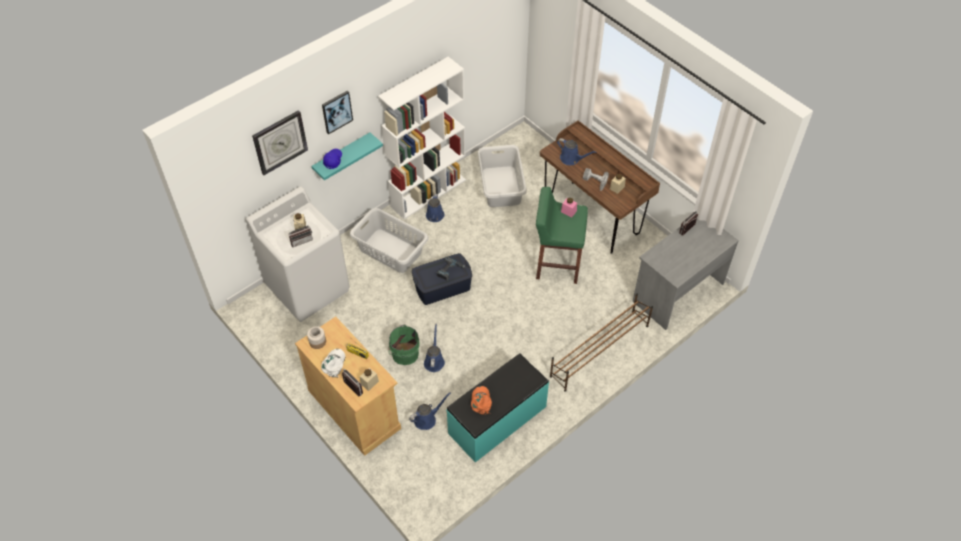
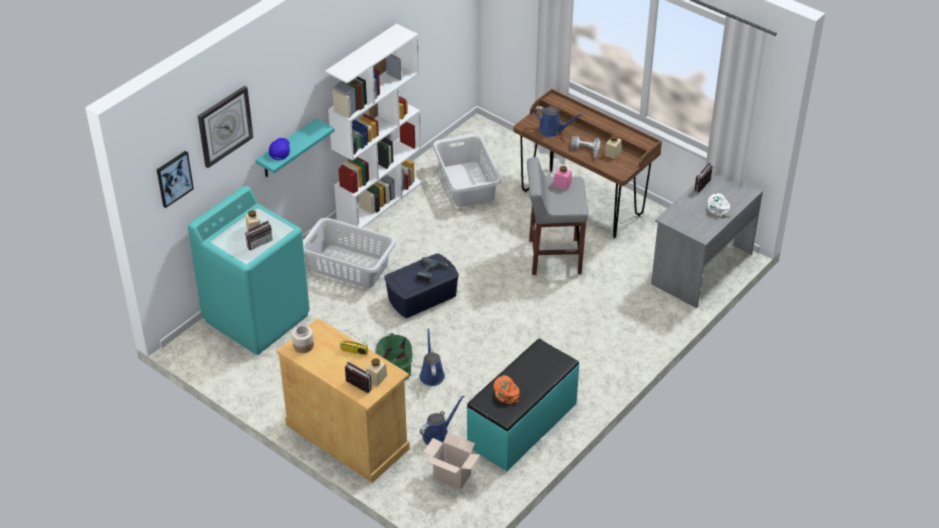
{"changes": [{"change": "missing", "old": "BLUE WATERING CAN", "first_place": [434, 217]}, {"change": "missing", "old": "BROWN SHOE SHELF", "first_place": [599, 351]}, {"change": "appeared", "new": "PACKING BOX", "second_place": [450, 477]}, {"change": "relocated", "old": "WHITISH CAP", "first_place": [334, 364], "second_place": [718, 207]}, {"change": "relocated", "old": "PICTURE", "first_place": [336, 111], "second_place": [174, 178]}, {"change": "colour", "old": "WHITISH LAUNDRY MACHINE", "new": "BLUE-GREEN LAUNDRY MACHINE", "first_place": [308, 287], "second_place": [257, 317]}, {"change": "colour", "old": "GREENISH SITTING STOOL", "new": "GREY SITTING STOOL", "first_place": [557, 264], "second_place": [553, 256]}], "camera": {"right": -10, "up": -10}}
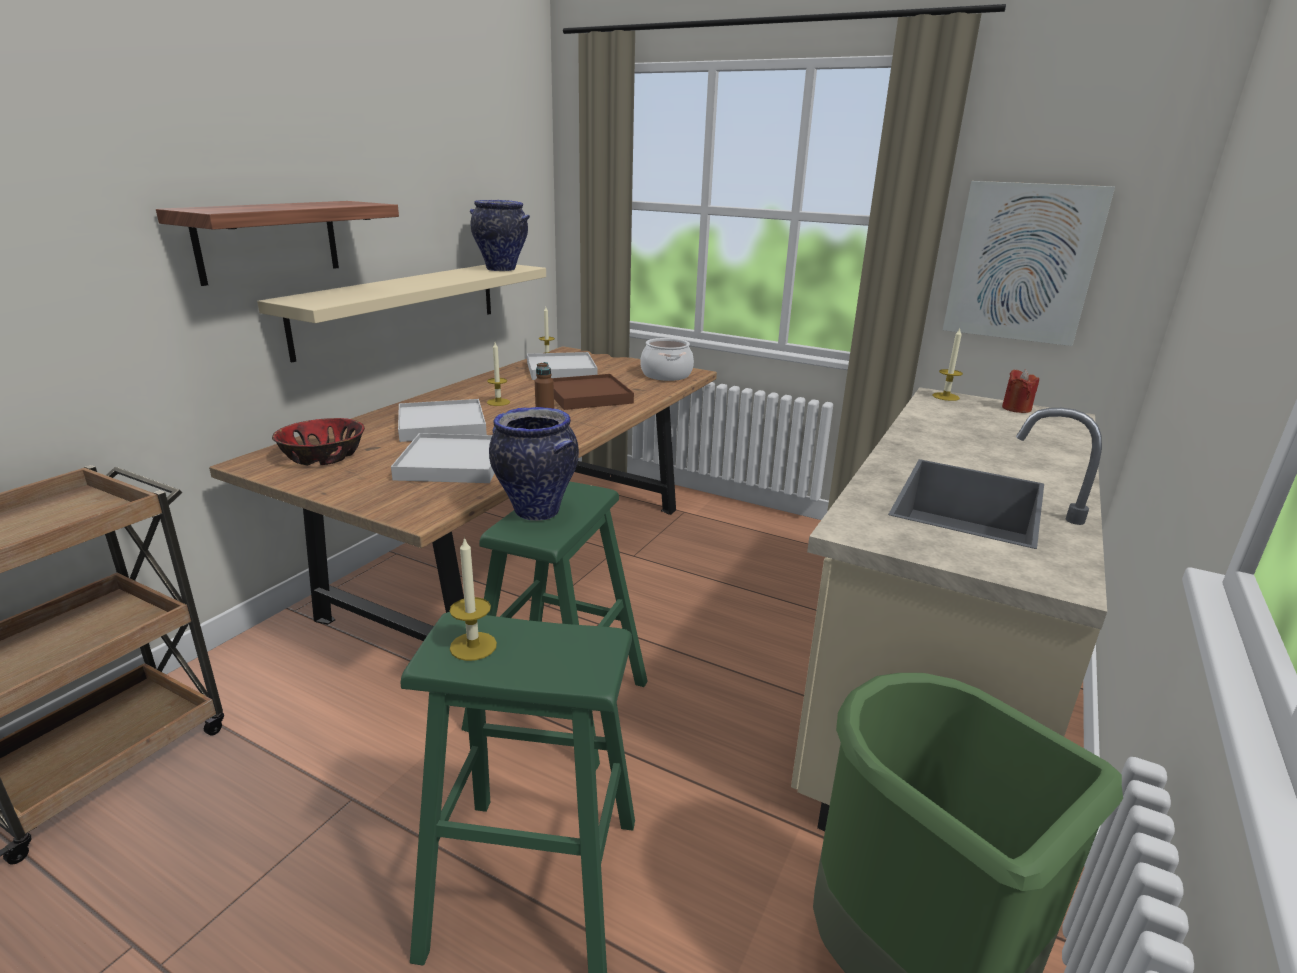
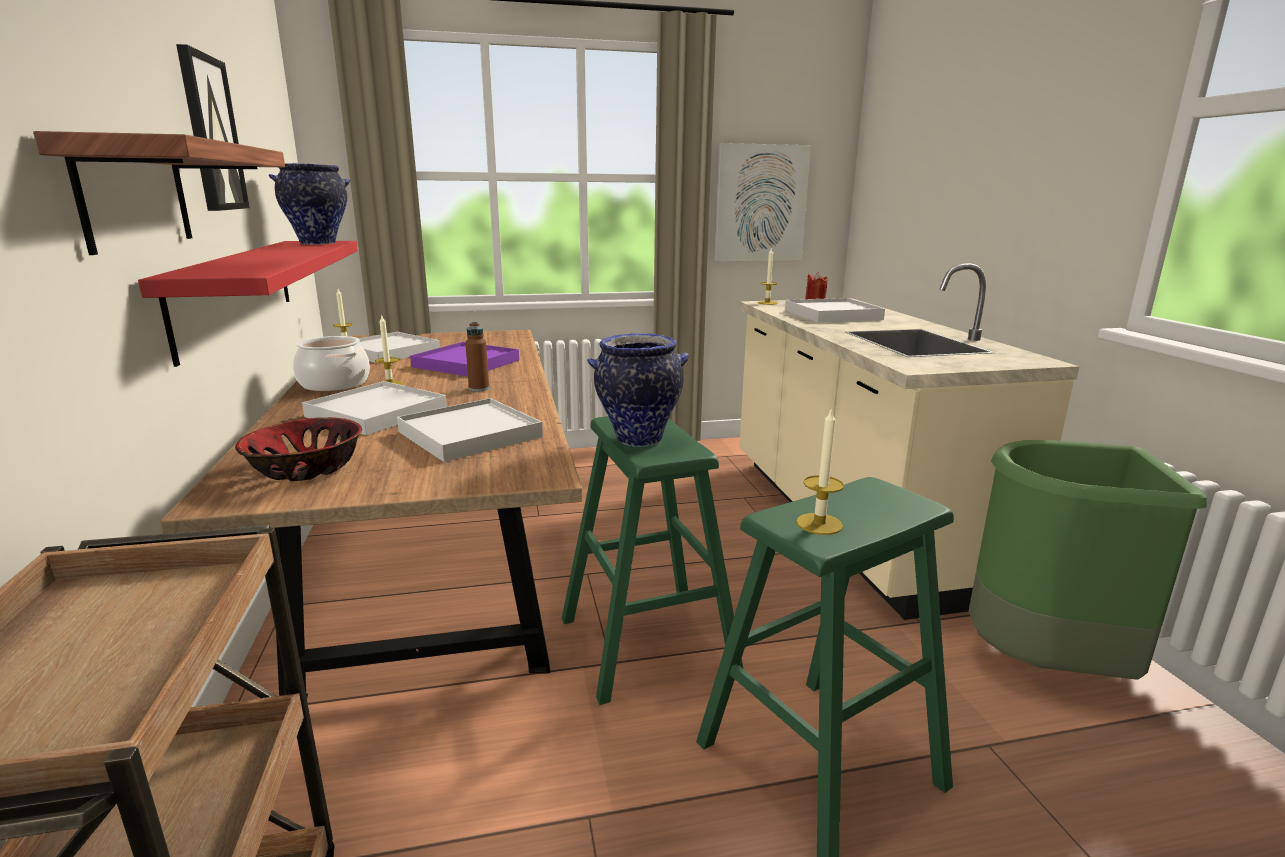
{"changes": [{"change": "appeared", "new": "PICTURE", "second_place": [211, 134]}, {"change": "appeared", "new": "WHITISH TRAY", "second_place": [832, 315]}, {"change": "relocated", "old": "STOCKPOT", "first_place": [666, 375], "second_place": [335, 384]}, {"change": "colour", "old": "BEIGE-COLOURED SHELF", "new": "RED SHELF", "first_place": [401, 306], "second_place": [236, 291]}, {"change": "colour", "old": "BROWN TRAY", "new": "PURPLISH TRAY", "first_place": [588, 396], "second_place": [466, 363]}], "camera": {"right": -40, "up": -5}}
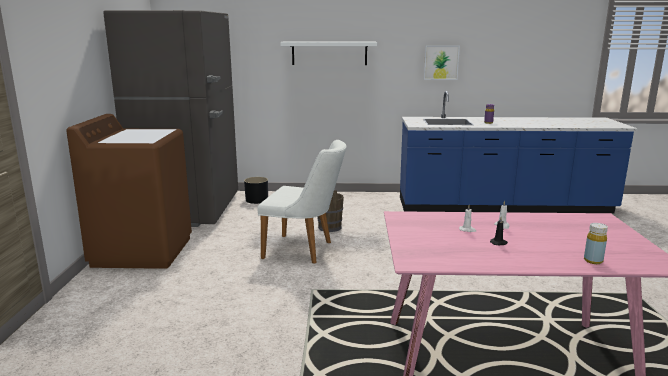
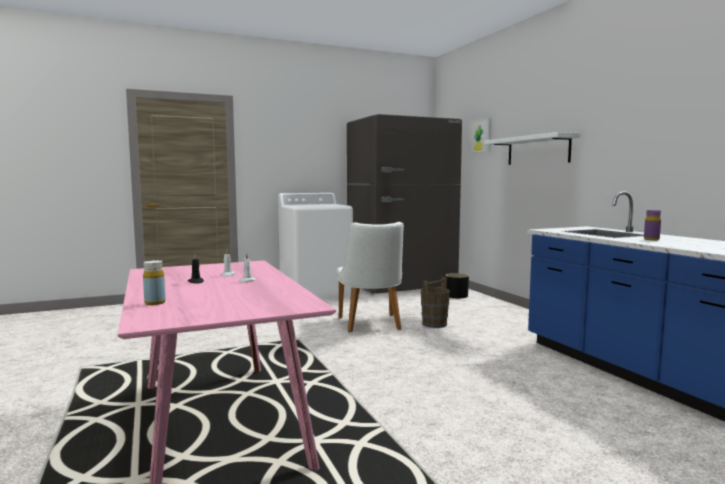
{"changes": [{"change": "relocated", "old": "PICTURE", "first_place": [441, 62], "second_place": [480, 135]}, {"change": "colour", "old": "BROWN LAUNDRY MACHINE", "new": "WHITISH LAUNDRY MACHINE", "first_place": [143, 251], "second_place": [316, 293]}], "camera": {"right": 65, "up": -10}}
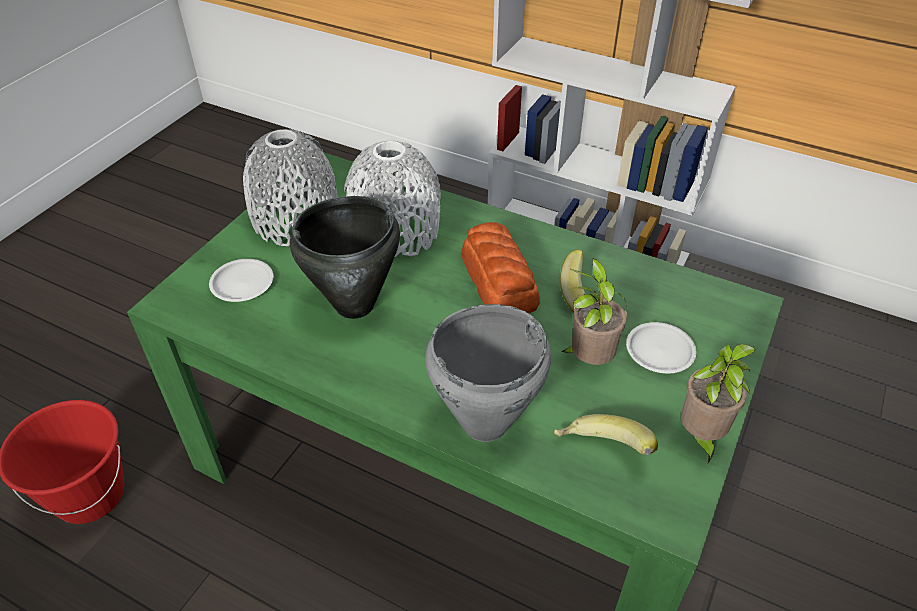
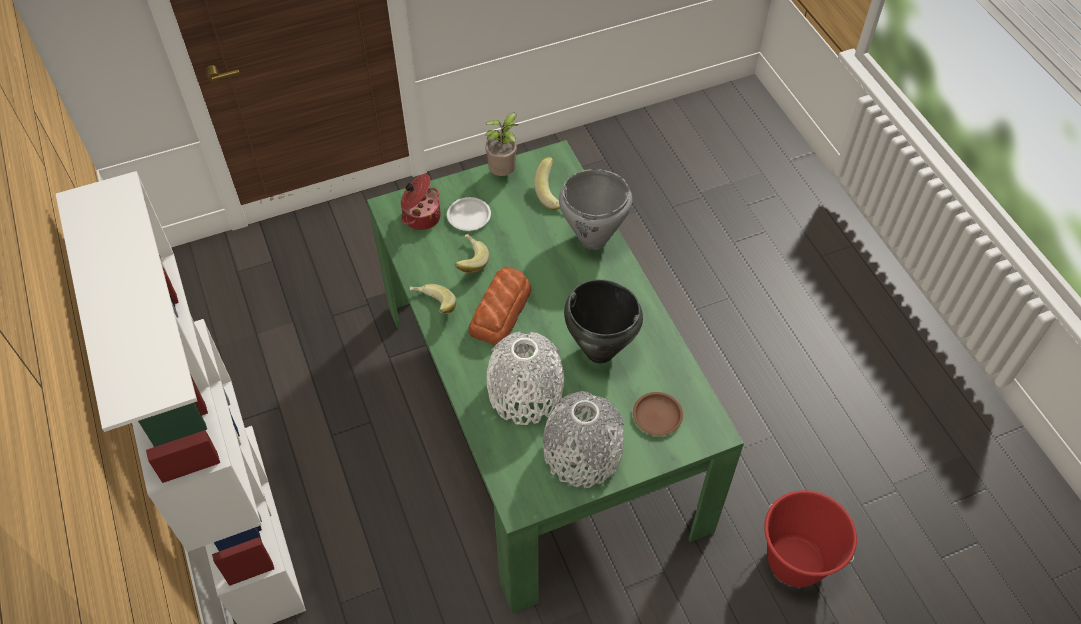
{"changes": [{"change": "missing", "old": "PLANT IN A POT", "first_place": [588, 360]}, {"change": "appeared", "new": "STOCKPOT", "second_place": [420, 216]}, {"change": "appeared", "new": "BANANA FRUIT", "second_place": [432, 307]}, {"change": "colour", "old": "WHITISH FLAT DISH", "new": "BROWN FLAT DISH", "first_place": [242, 284], "second_place": [657, 415]}], "camera": {"right": -140, "up": 10}}
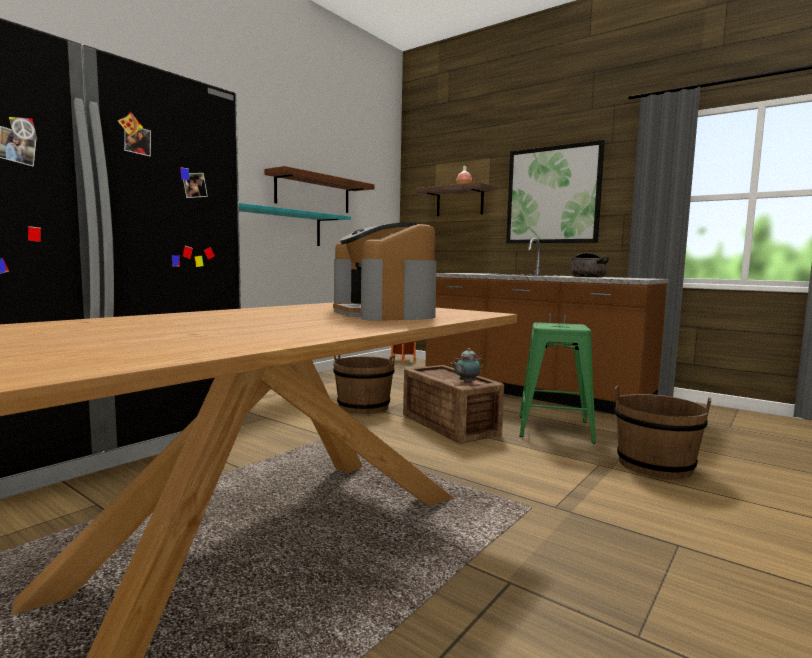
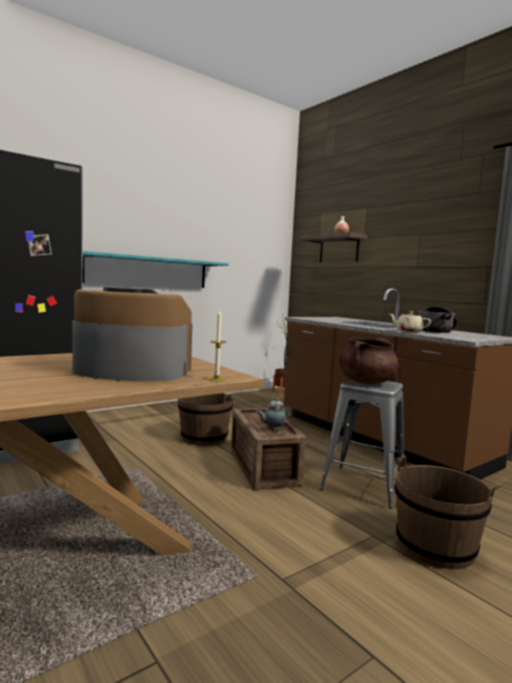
{"changes": [{"change": "missing", "old": "SHELF", "first_place": [313, 193]}, {"change": "missing", "old": "PICTURE", "first_place": [553, 195]}, {"change": "appeared", "new": "WAX CANDLE", "second_place": [216, 379]}, {"change": "appeared", "new": "BROWN STOCKPOT", "second_place": [366, 382]}, {"change": "appeared", "new": "BEIGE-COLOURED POT FOR TEA", "second_place": [408, 331]}, {"change": "colour", "old": "GREENISH SITTING STOOL", "new": "GREY SITTING STOOL", "first_place": [554, 429], "second_place": [363, 485]}, {"change": "spun", "old": "COFFEE MAKER", "first_place": [384, 313], "second_place": [131, 371], "degrees": 105}], "camera": {"right": 15, "up": 0}}
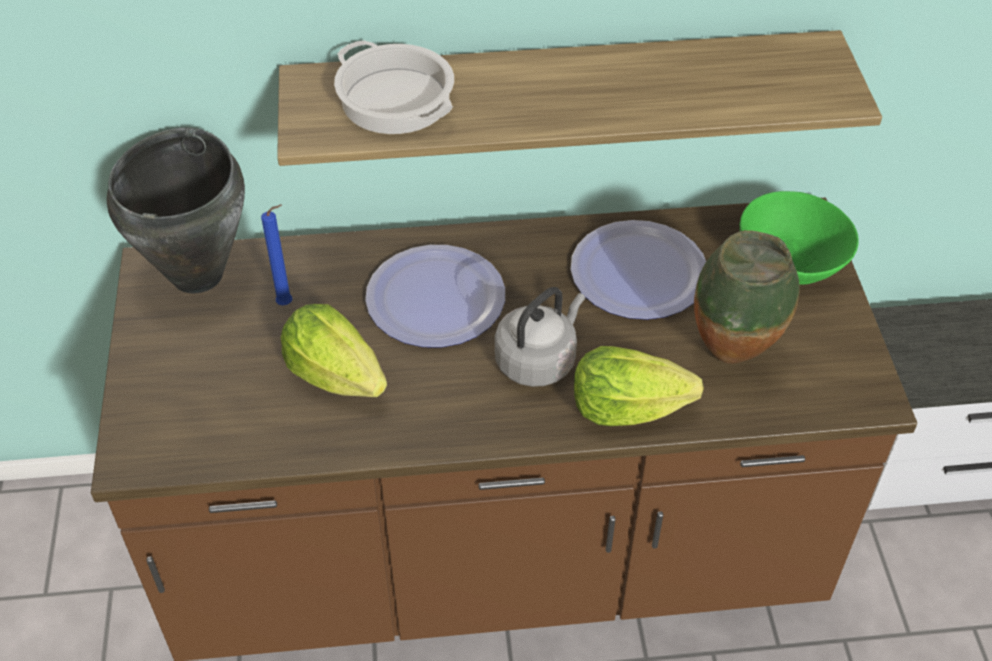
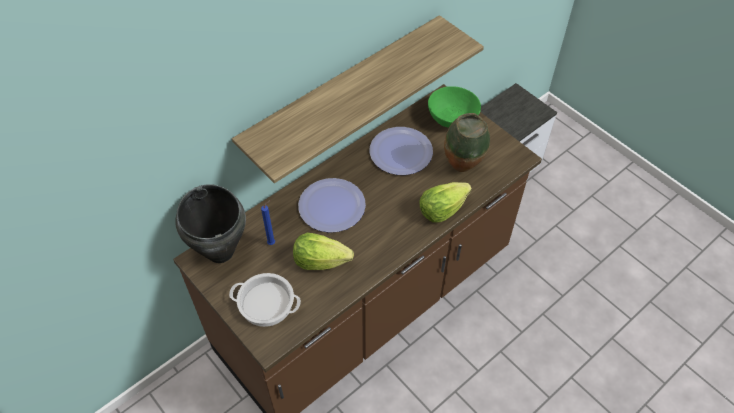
{"changes": [{"change": "missing", "old": "GREY WATER KETTLE", "first_place": [538, 360]}, {"change": "relocated", "old": "STOCKPOT", "first_place": [397, 100], "second_place": [267, 303]}], "camera": {"right": -35, "up": 5}}
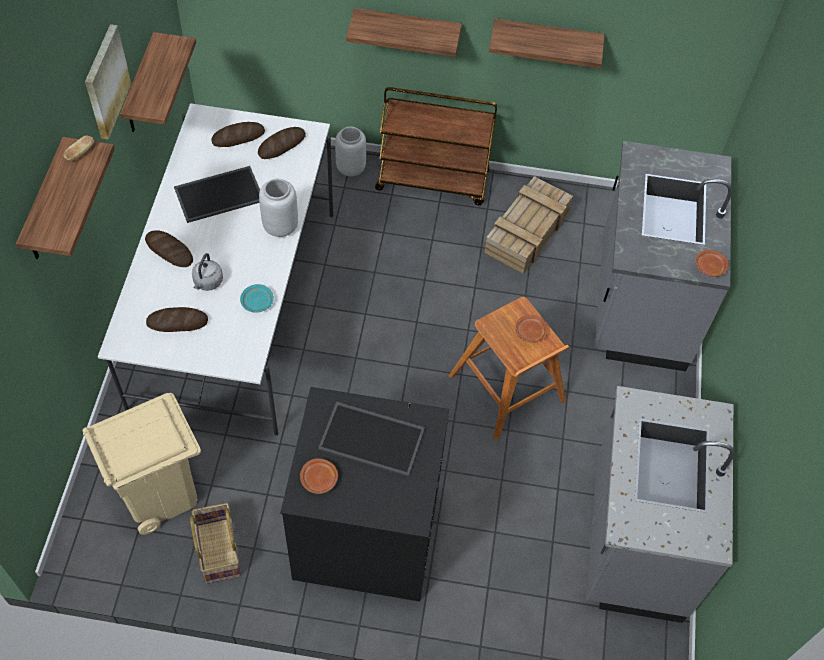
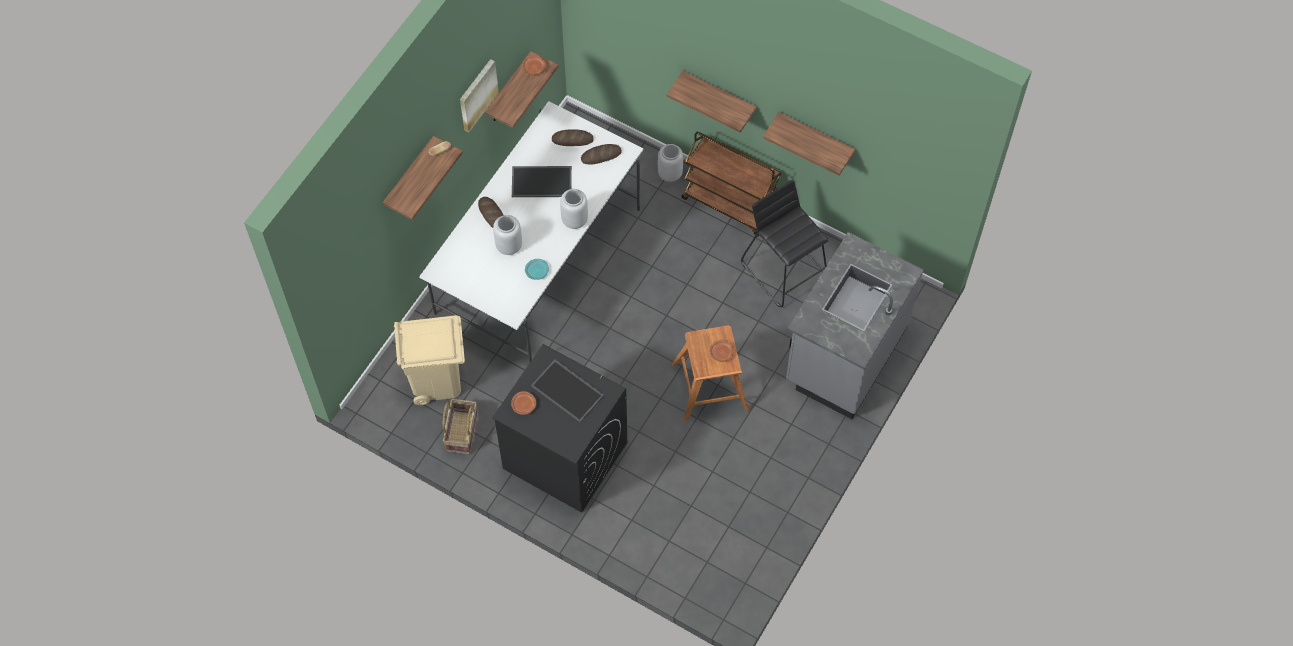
{"changes": [{"change": "missing", "old": "BAKERY BREAD", "first_place": [177, 322]}, {"change": "missing", "old": "GREY KITCHEN BASE UNIT", "first_place": [633, 541]}, {"change": "relocated", "old": "BROWN FLAT DISH", "first_place": [709, 267], "second_place": [533, 67]}, {"change": "exchanged", "old": "GREY WATER KETTLE", "new": "GREY FLOWER VASE", "first_place": [207, 282], "second_place": [509, 246]}, {"change": "exchanged", "old": "CRATE", "new": "BLACK-COLOURED SITTING STOOL", "first_place": [527, 231], "second_place": [785, 269]}], "camera": {"right": 25, "up": 5}}
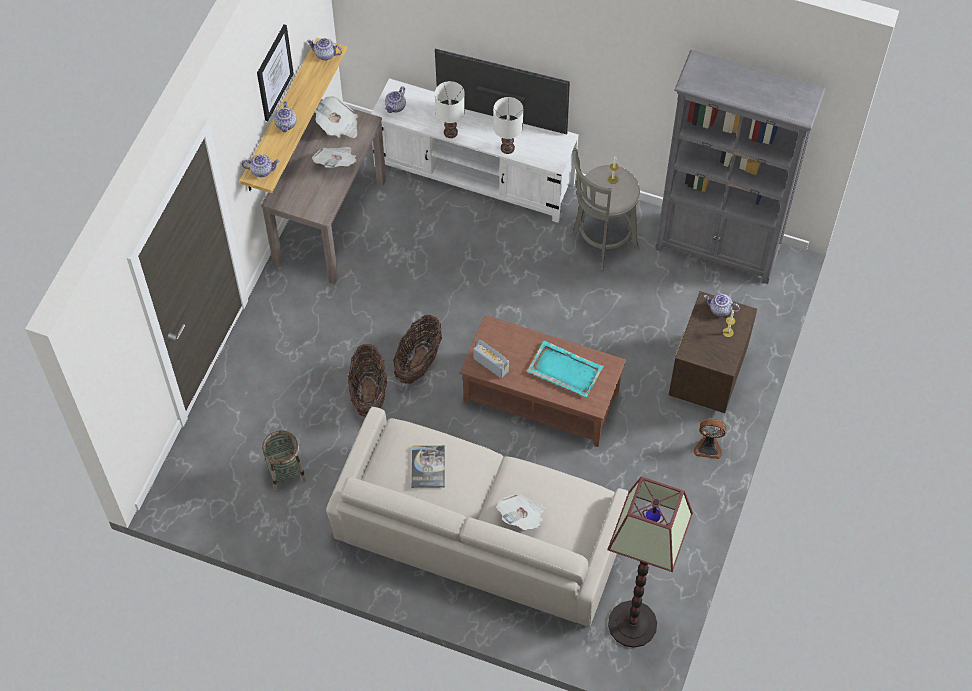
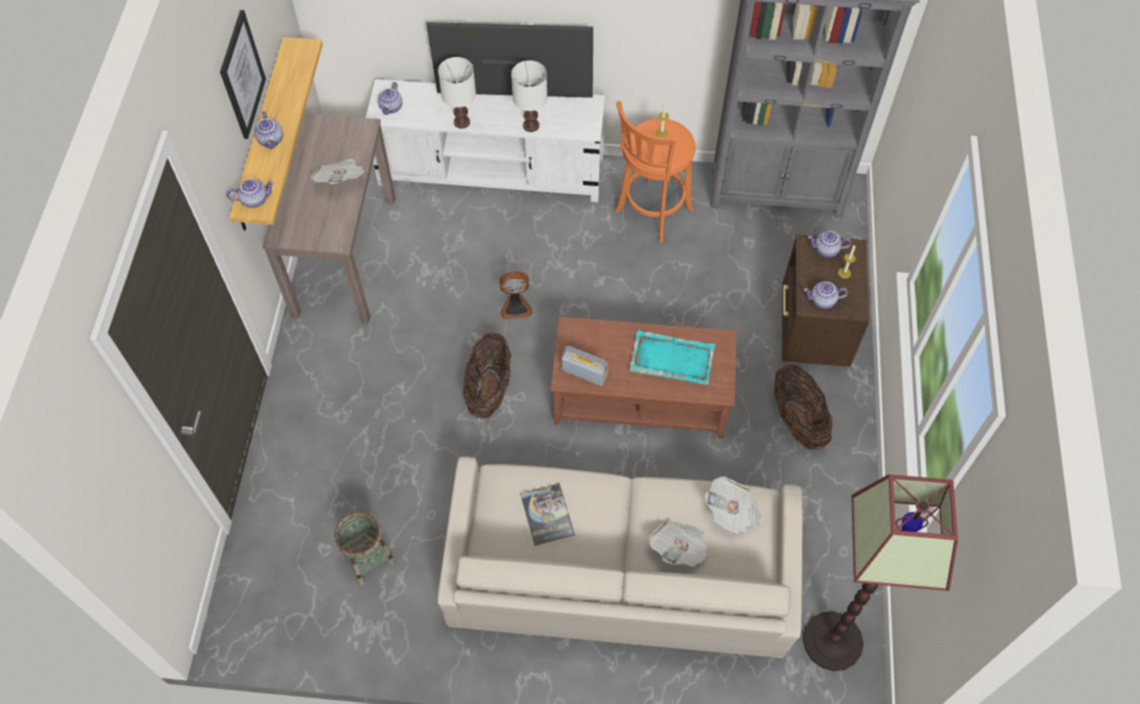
{"changes": [{"change": "relocated", "old": "POT FOR TEA", "first_place": [325, 55], "second_place": [822, 301]}, {"change": "relocated", "old": "NEWSPAPER", "first_place": [338, 126], "second_place": [733, 513]}, {"change": "relocated", "old": "STORAGE BASKET", "first_place": [368, 393], "second_place": [797, 420]}, {"change": "relocated", "old": "ELECTRIC FAN", "first_place": [708, 446], "second_place": [516, 306]}, {"change": "colour", "old": "GREY SITTING STOOL", "new": "ORANGE SITTING STOOL", "first_place": [601, 243], "second_place": [651, 213]}], "camera": {"right": -15, "up": 0}}
